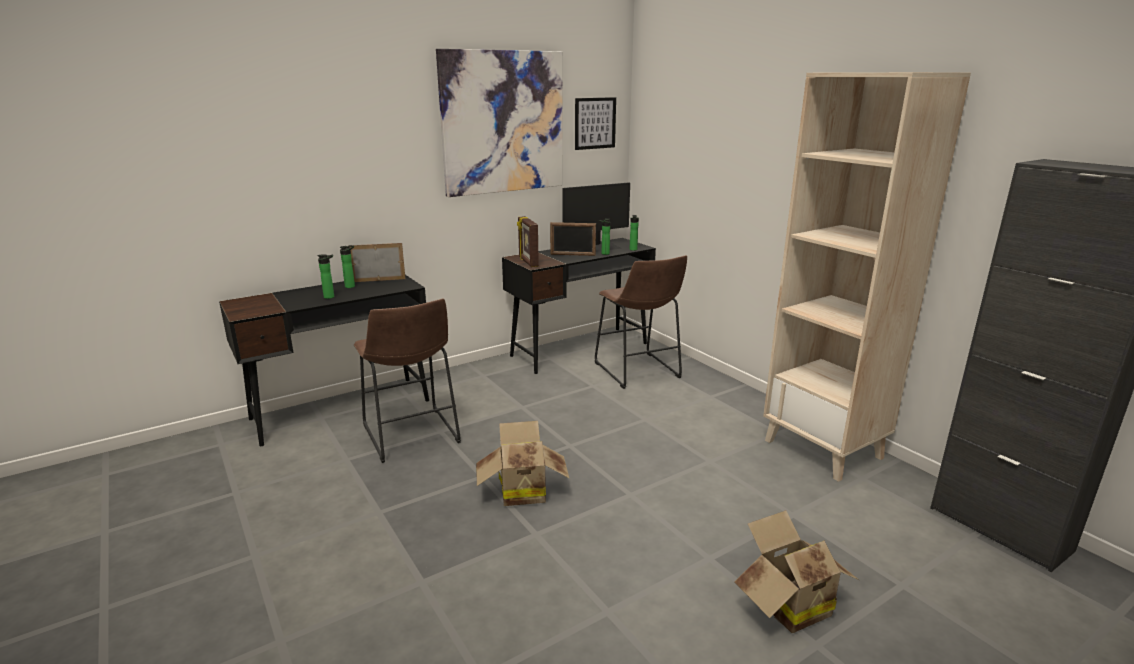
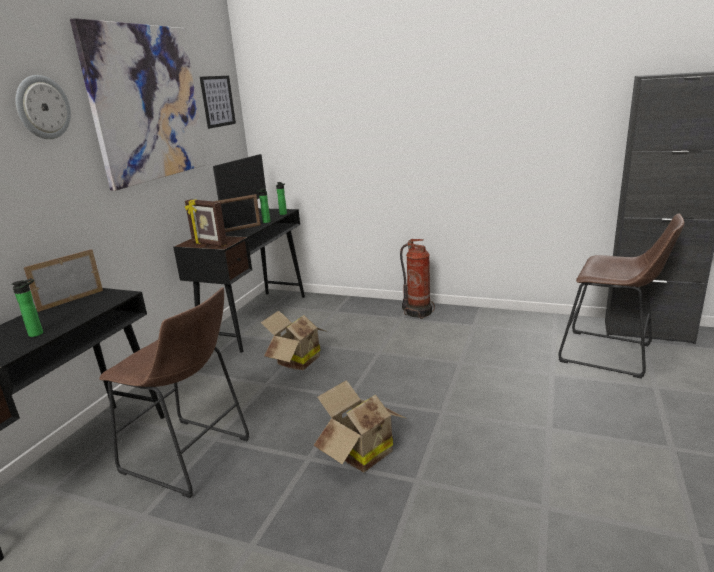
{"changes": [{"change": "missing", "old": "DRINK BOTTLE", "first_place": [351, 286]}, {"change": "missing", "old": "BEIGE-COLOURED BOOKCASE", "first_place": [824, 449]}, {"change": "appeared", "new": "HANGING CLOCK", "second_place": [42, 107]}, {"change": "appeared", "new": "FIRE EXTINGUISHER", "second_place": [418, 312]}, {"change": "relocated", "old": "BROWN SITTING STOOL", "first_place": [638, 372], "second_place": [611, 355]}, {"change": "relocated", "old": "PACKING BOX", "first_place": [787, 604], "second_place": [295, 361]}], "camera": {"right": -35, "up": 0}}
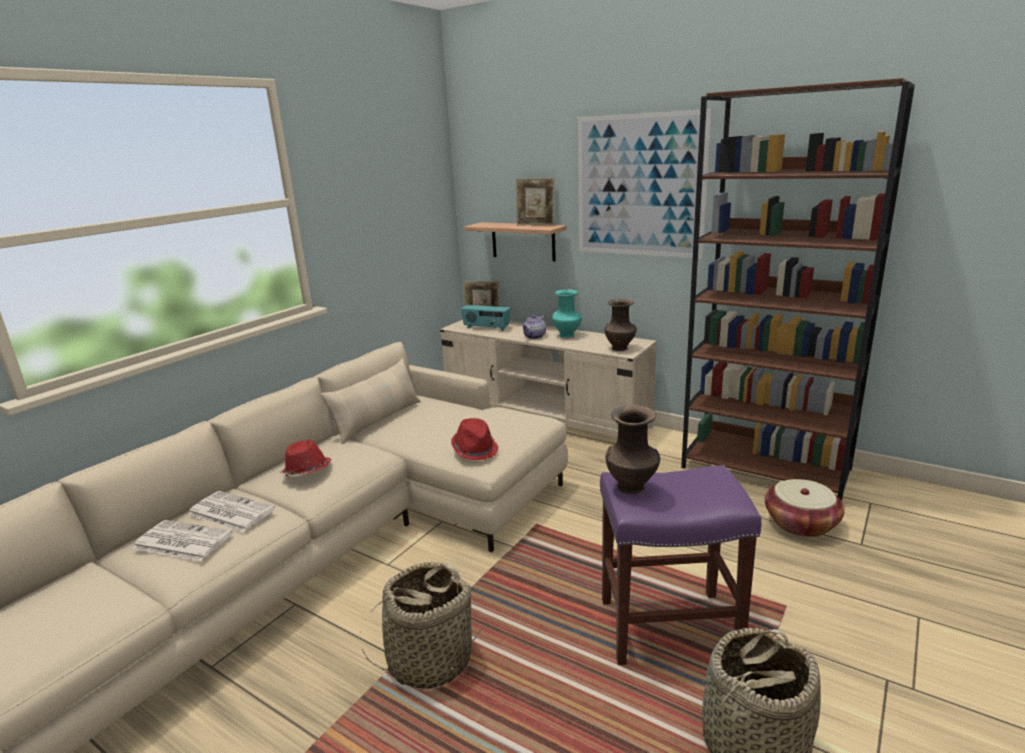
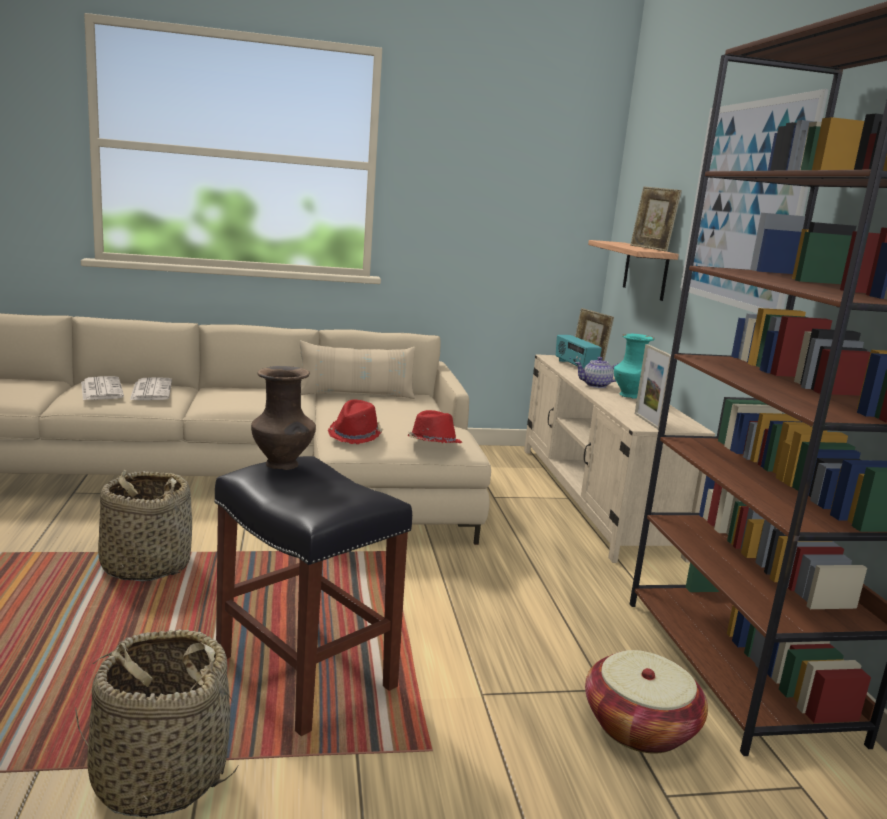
{"changes": [{"change": "relocated", "old": "RED HAT", "first_place": [306, 472], "second_place": [433, 444]}, {"change": "exchanged", "old": "BROWN FLOWER VASE", "new": "STANDING FRAME", "first_place": [620, 348], "second_place": [647, 421]}, {"change": "colour", "old": "PURPLISH SITTING STOOL", "new": "BLACK-COLOURED SITTING STOOL", "first_place": [670, 626], "second_place": [307, 674]}], "camera": {"right": 45, "up": -5}}
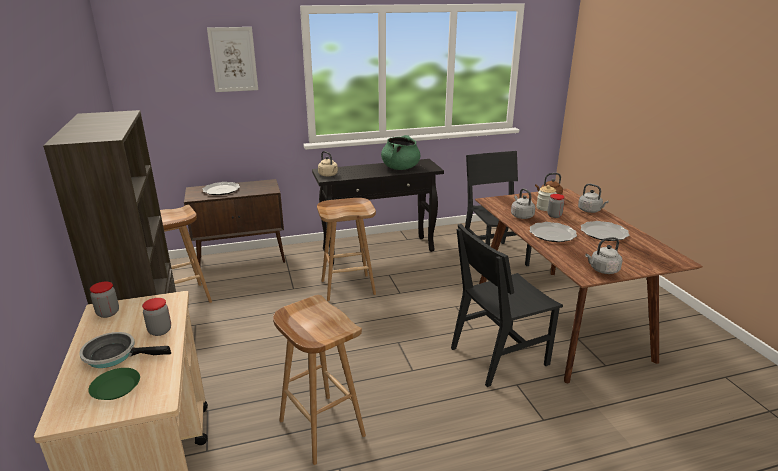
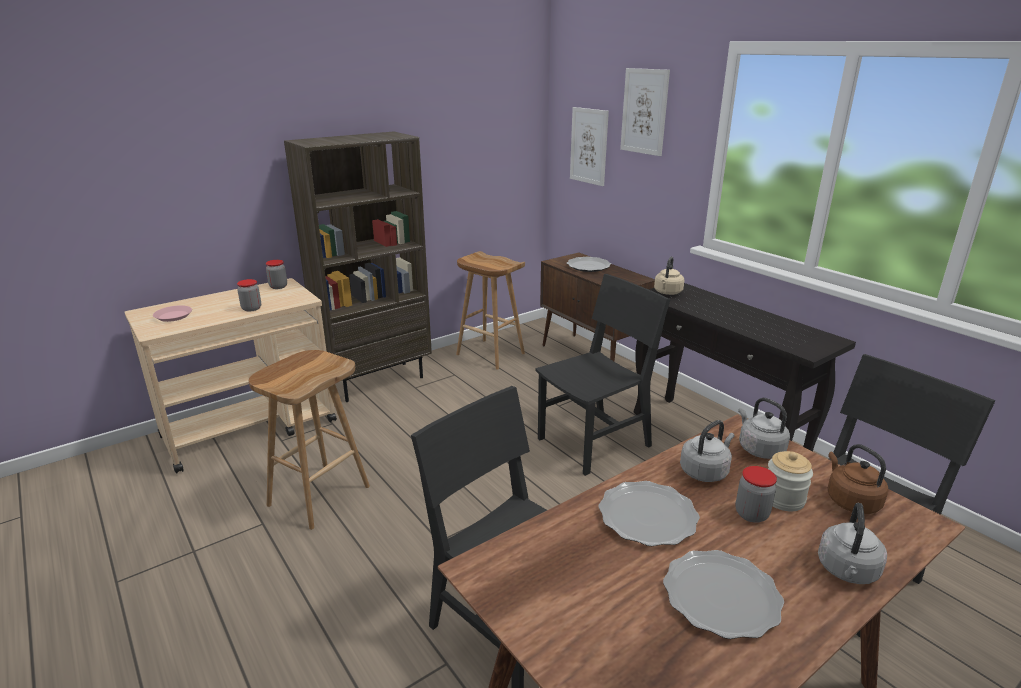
{"changes": [{"change": "missing", "old": "FRYING PAN", "first_place": [115, 355]}, {"change": "missing", "old": "GREENISH STOCKPOT", "first_place": [400, 168]}, {"change": "appeared", "new": "PICTURE", "second_place": [589, 146]}, {"change": "relocated", "old": "GREY WATER KETTLE", "first_place": [602, 270], "second_place": [759, 449]}, {"change": "exchanged", "old": "BROWN SITTING STOOL", "new": "BLACK-COLOURED UPRIGHT CHAIR", "first_place": [348, 287], "second_place": [594, 442]}, {"change": "colour", "old": "GREENISH FLAT DISH", "new": "PINK-COLOURED FLAT DISH", "first_place": [115, 387], "second_place": [173, 316]}], "camera": {"right": 70, "up": 0}}
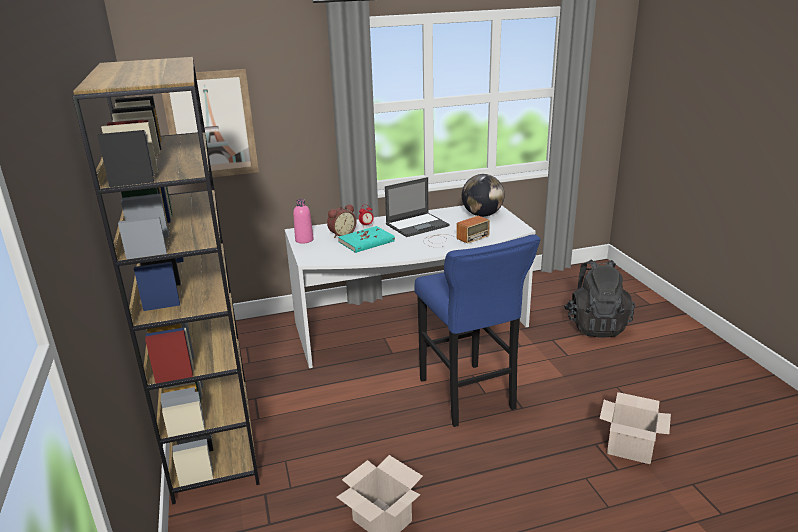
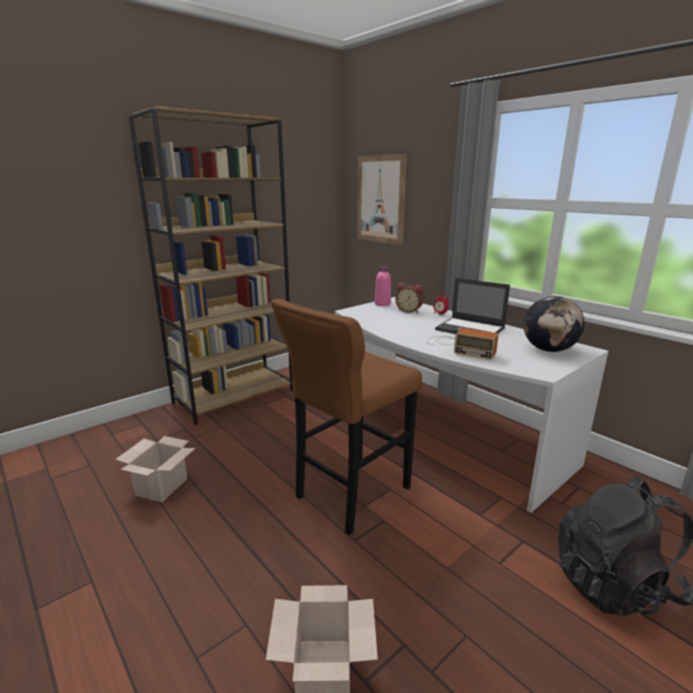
{"changes": [{"change": "missing", "old": "BLUE-GREEN VOLUME", "first_place": [366, 242]}, {"change": "colour", "old": "BLUE SITTING STOOL", "new": "BROWN SITTING STOOL", "first_place": [468, 397], "second_place": [349, 495]}], "camera": {"right": 65, "up": -5}}
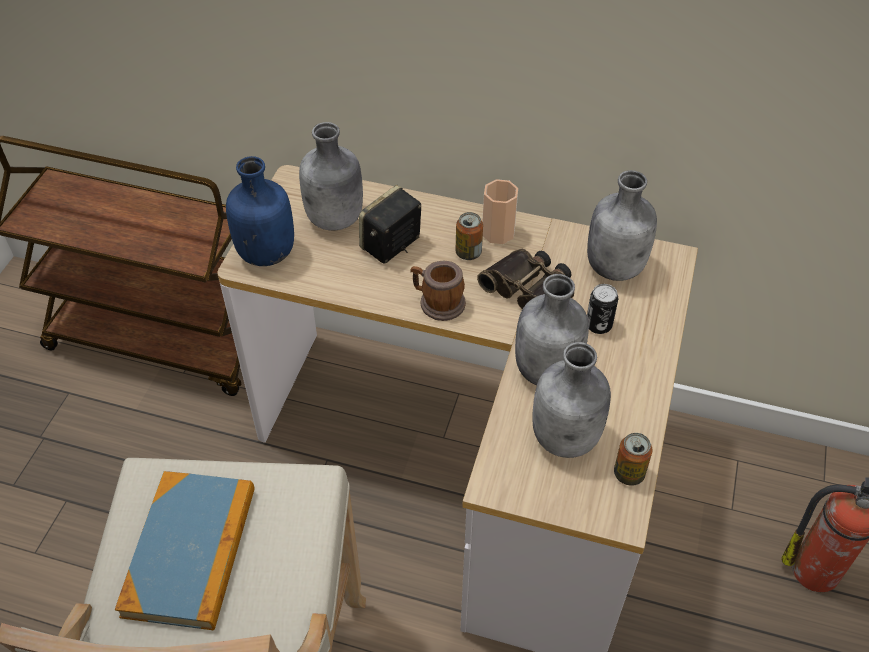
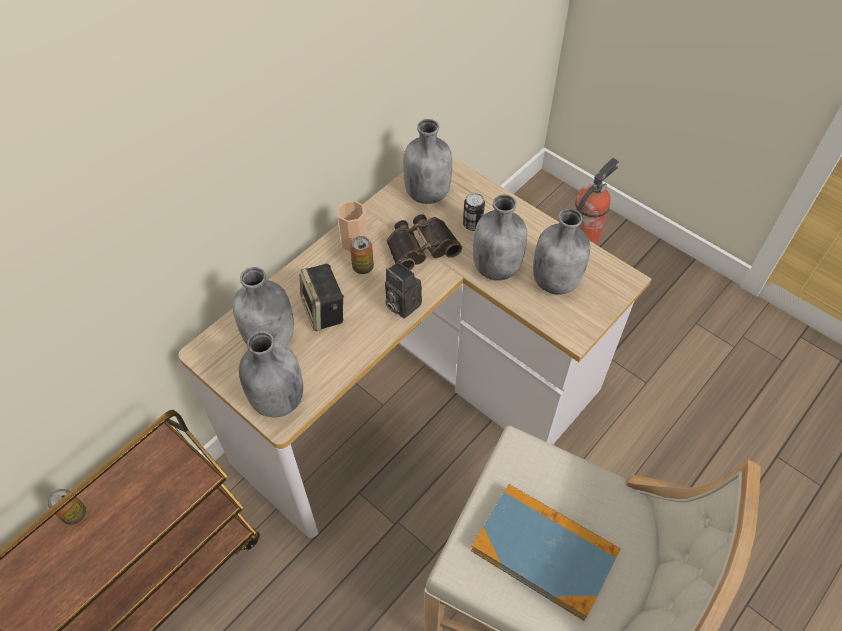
{"changes": [{"change": "relocated", "old": "SEALED CAN", "first_place": [628, 473], "second_place": [74, 514]}, {"change": "exchanged", "old": "COFFEE MUG", "new": "STILL CAMERA", "first_place": [437, 302], "second_place": [401, 304]}, {"change": "colour", "old": "BLUE DRINK BOTTLE", "new": "GREY DRINK BOTTLE", "first_place": [266, 252], "second_place": [277, 399]}], "camera": {"right": -65, "up": 5}}
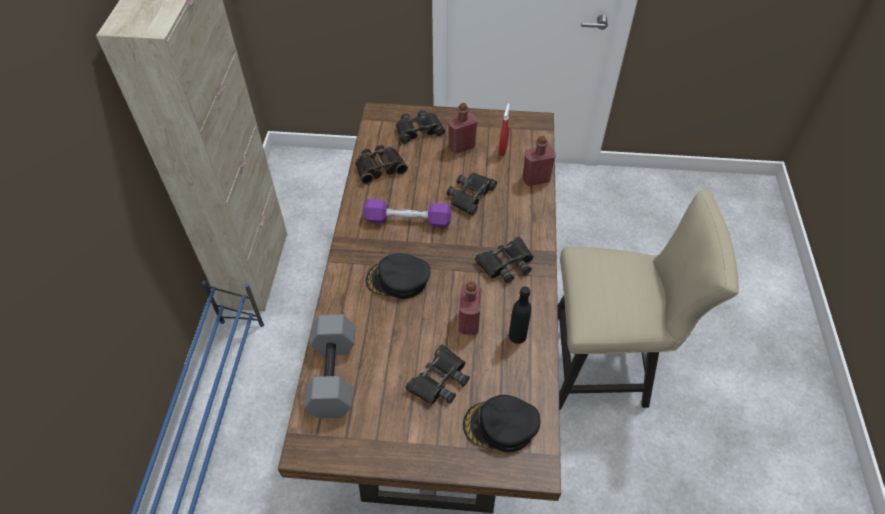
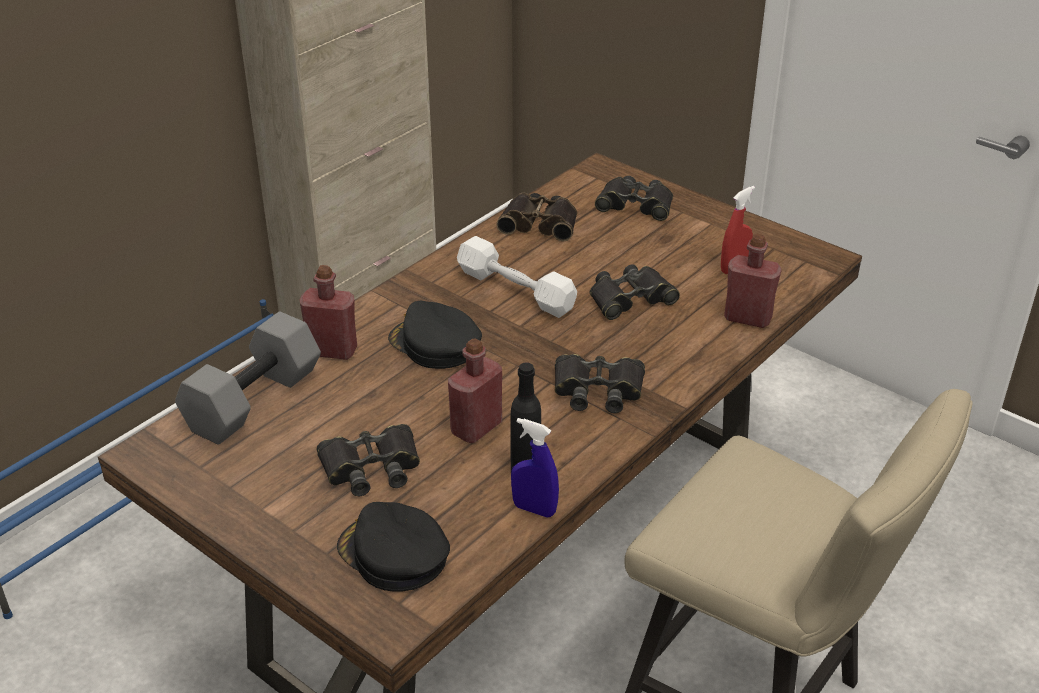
{"changes": [{"change": "appeared", "new": "BLUE HAND SPRAYER", "second_place": [534, 509]}, {"change": "relocated", "old": "RED DRINK BOTTLE", "first_place": [462, 146], "second_place": [332, 351]}, {"change": "colour", "old": "PURPLISH HAND WEIGHT", "new": "WHITISH HAND WEIGHT", "first_place": [408, 220], "second_place": [516, 290]}], "camera": {"right": 35, "up": -15}}
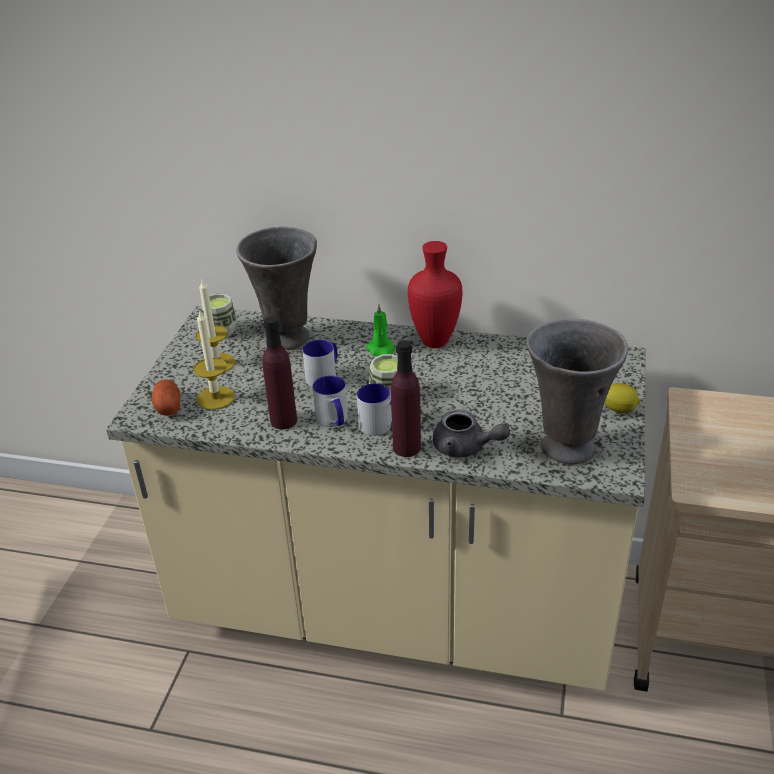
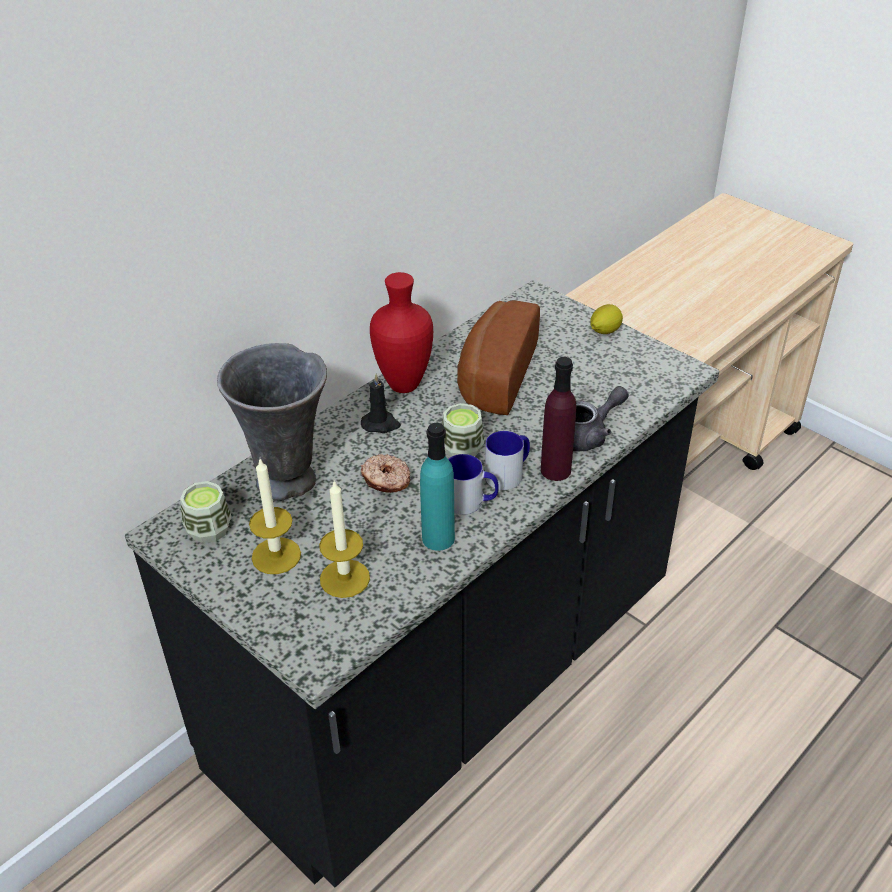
{"changes": [{"change": "missing", "old": "WHOLE POTATO", "first_place": [168, 407]}, {"change": "missing", "old": "GREY FLOWER VASE", "first_place": [565, 448]}, {"change": "appeared", "new": "BAKERY BREAD", "second_place": [493, 376]}, {"change": "exchanged", "old": "COFFEE MUG", "new": "RING DOUGHNUT", "first_place": [324, 375], "second_place": [386, 480]}, {"change": "colour", "old": "BEIGE-COLOURED KITCHEN BASE UNIT", "new": "BLACK-COLOURED KITCHEN BASE UNIT", "first_place": [396, 609], "second_place": [449, 682]}, {"change": "colour", "old": "PURPLISH DRINK BOTTLE", "new": "BLUE-GREEN DRINK BOTTLE", "first_place": [283, 420], "second_place": [438, 538]}, {"change": "colour", "old": "GREENISH WAX CANDLE", "new": "BLACK-COLOURED WAX CANDLE", "first_place": [381, 350], "second_place": [381, 424]}], "camera": {"right": -60, "up": 5}}
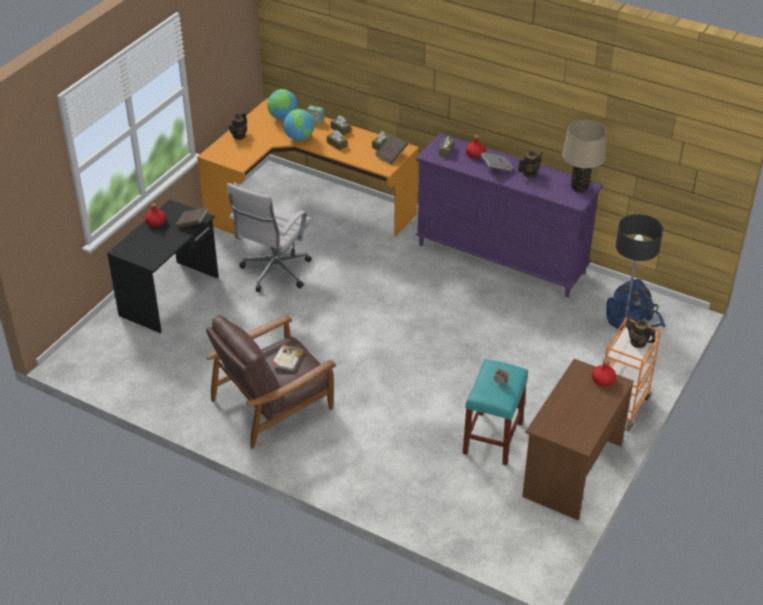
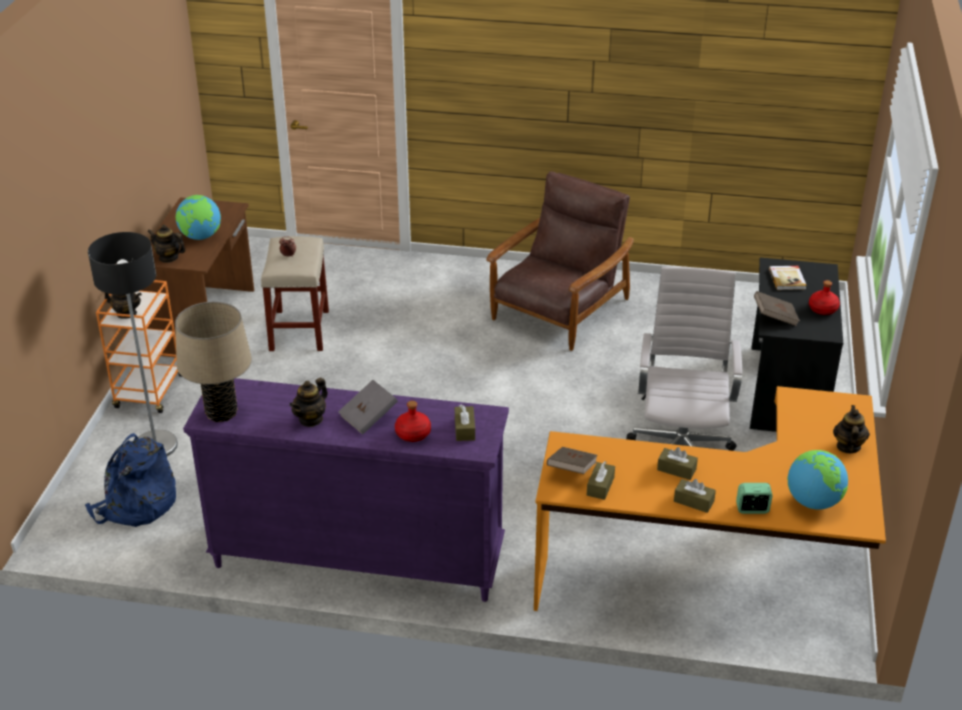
{"changes": [{"change": "relocated", "old": "VOLUME", "first_place": [287, 359], "second_place": [787, 279]}, {"change": "relocated", "old": "GLOBE", "first_place": [299, 138], "second_place": [200, 237]}, {"change": "exchanged", "old": "RED DRINK BOTTLE", "new": "POT FOR TEA", "first_place": [603, 380], "second_place": [168, 257]}, {"change": "colour", "old": "BLUE-GREEN SITTING STOOL", "new": "BEIGE-COLOURED SITTING STOOL", "first_place": [493, 437], "second_place": [299, 331]}], "camera": {"right": 160, "up": -5}}
